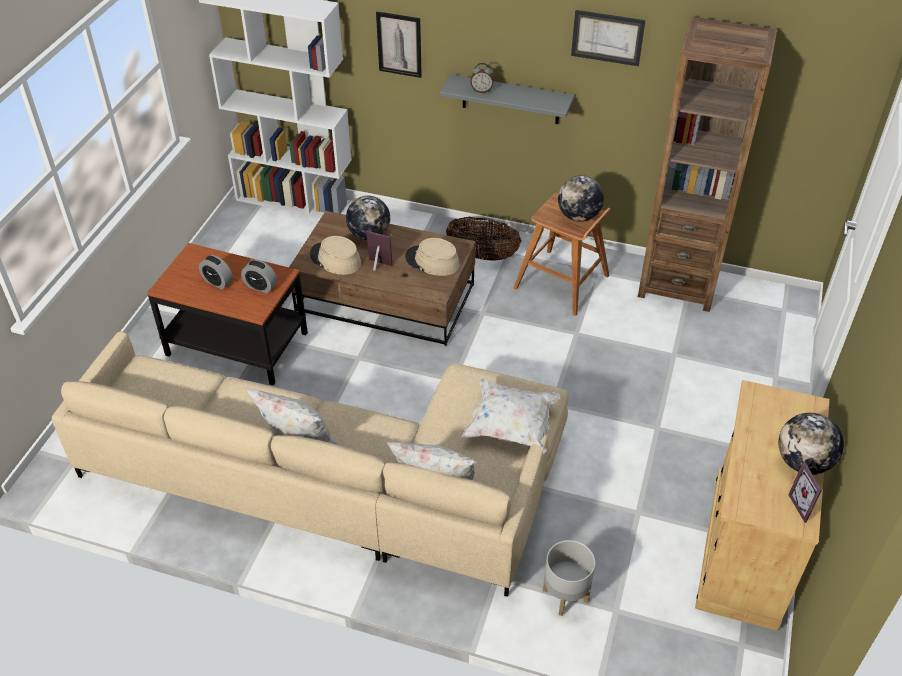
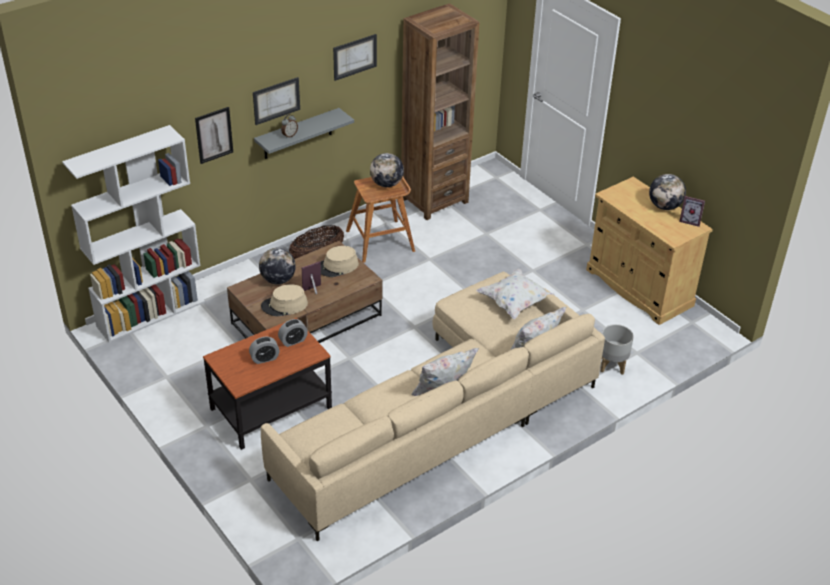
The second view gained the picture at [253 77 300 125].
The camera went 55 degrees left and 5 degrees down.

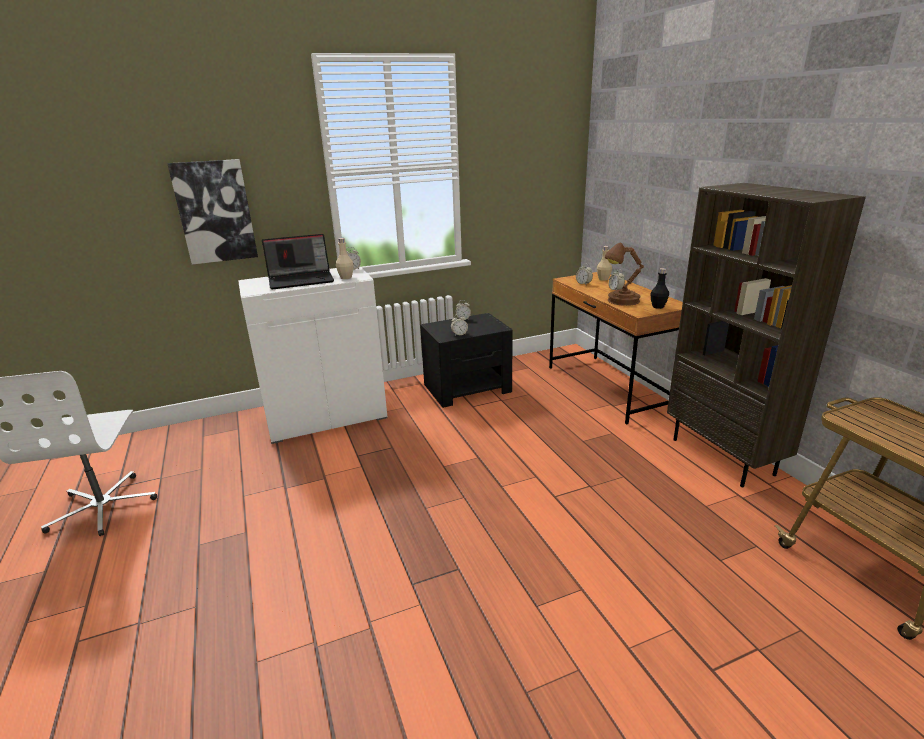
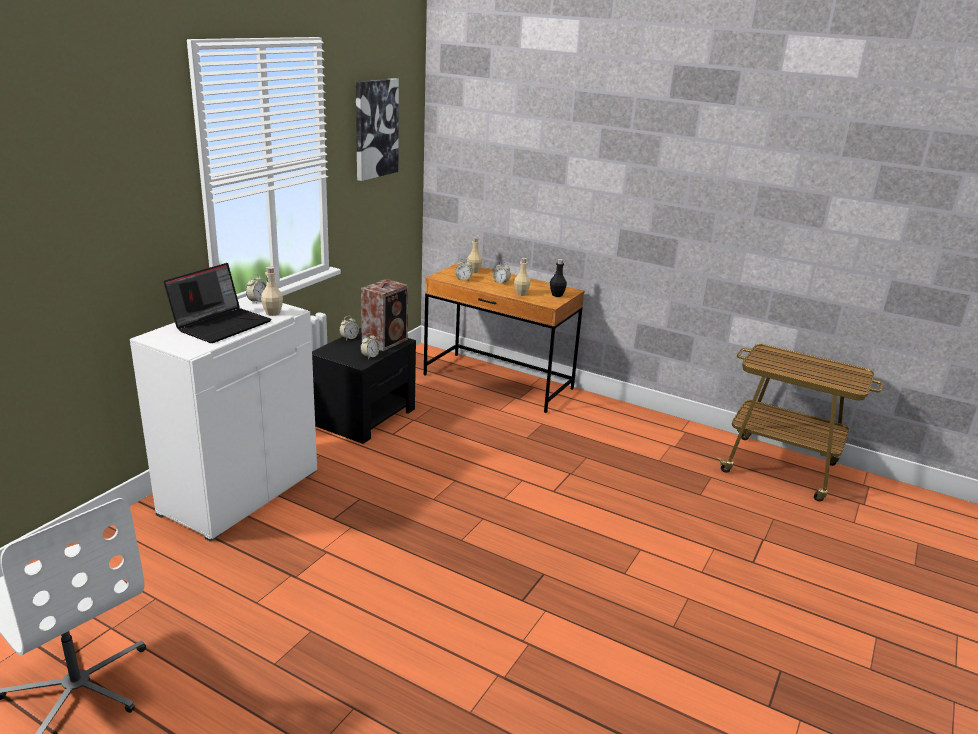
The picture ended up elsewhere, having gone from [168 159 258 265] to [356 78 399 181].
Where the brown table lamp stood at [605 243 644 306], the beige bottle came to stand at [514 258 531 296].
The second view lost the brown bookcase at [667 183 866 487].
The second view gained the speaker at [361 279 408 351].
The camera went 40 degrees left and 0 degrees up.

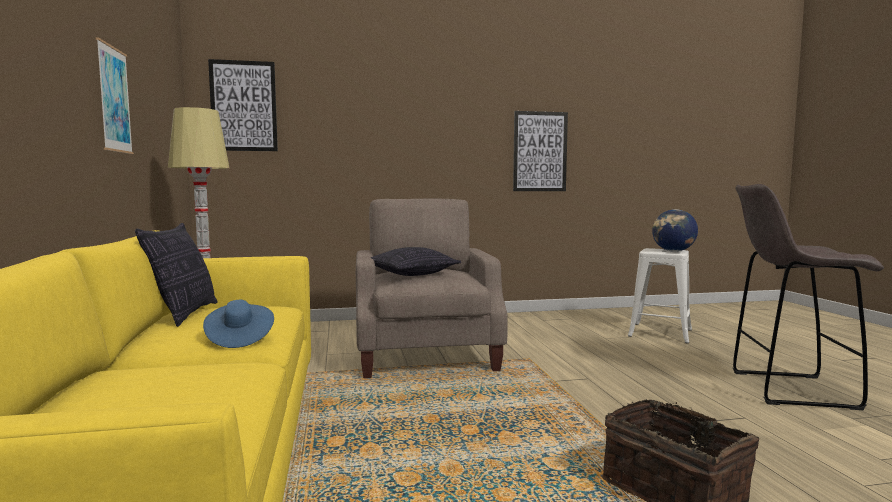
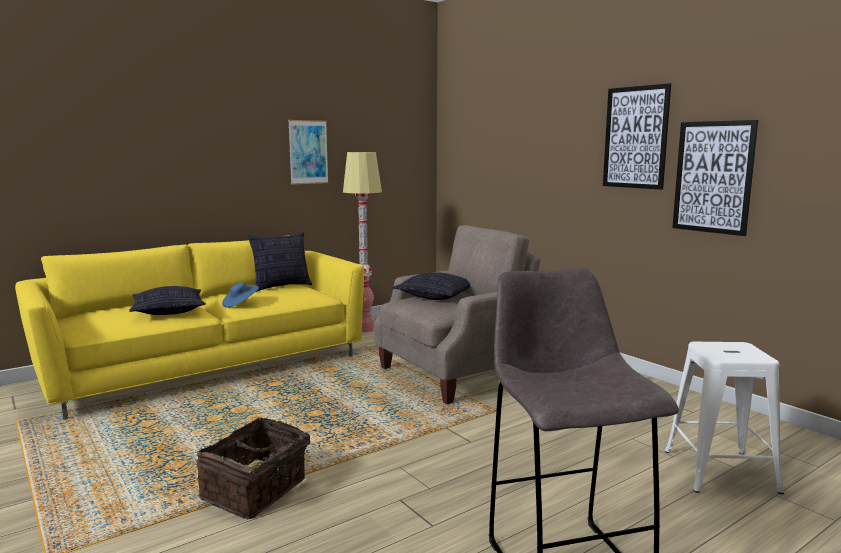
The picture ended up elsewhere, having gone from [208 59 278 151] to [603 83 671 190].
The second view lost the globe at [652 209 698 252].
The second view gained the pillow at [129 286 206 315].
The camera went 65 degrees right and 5 degrees up.

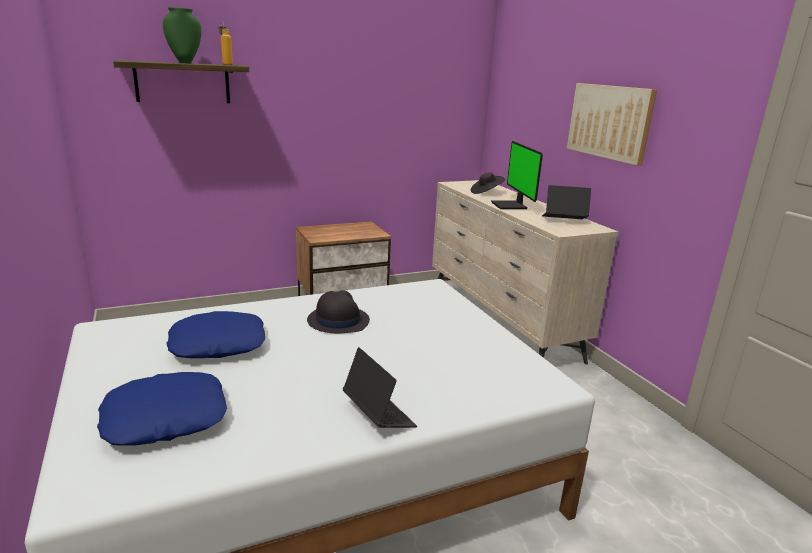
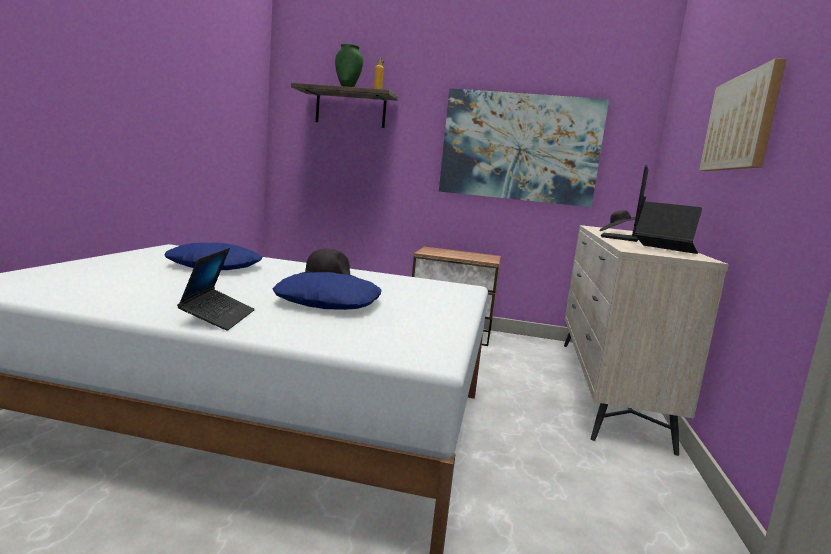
The blue pillow ended up elsewhere, having gone from [97 372 227 445] to [272 272 382 310].
The second view gained the picture at [439 88 609 207].
The camera went 35 degrees right and 10 degrees down.

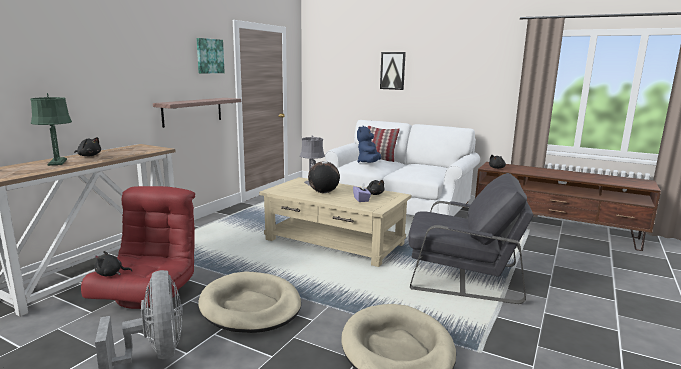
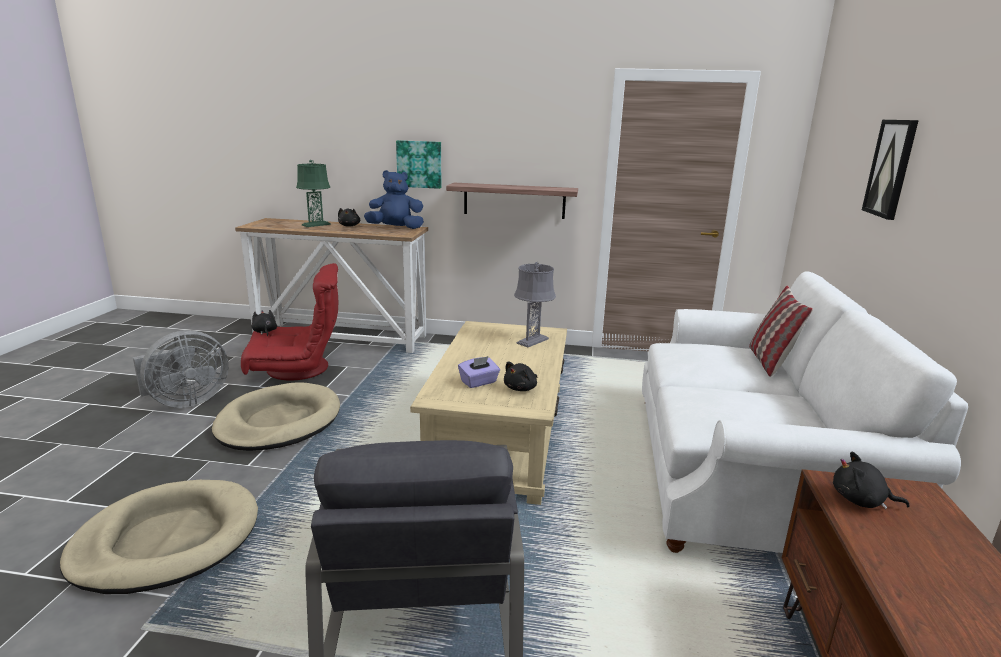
The picture ended up elsewhere, having gone from [196 38 225 73] to [396 140 441 189].
The second view lost the globe at [308 161 340 193].
The blue plush toy ended up elsewhere, having gone from [357 126 381 163] to [364 170 424 229].
The camera went 70 degrees right and 5 degrees up.

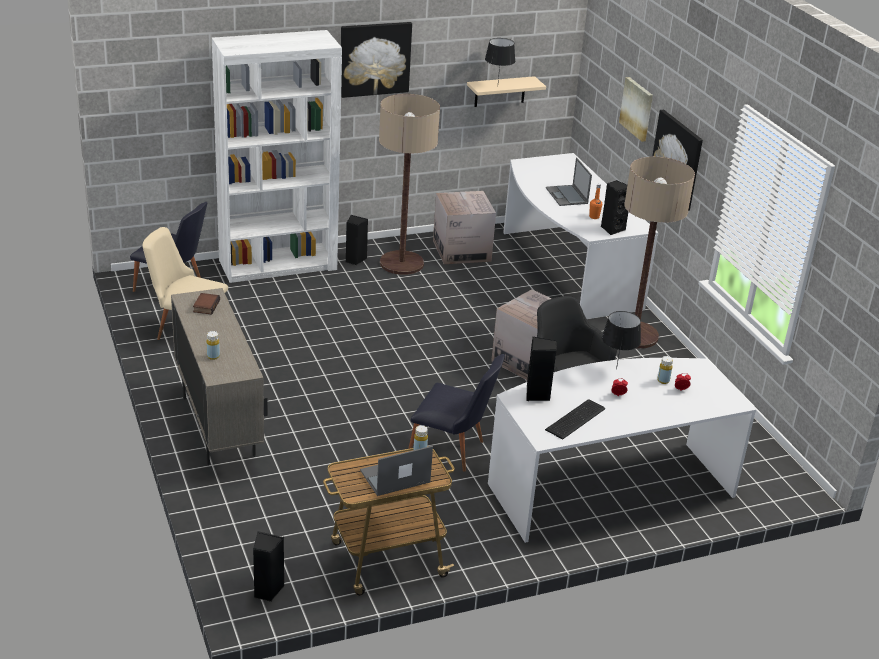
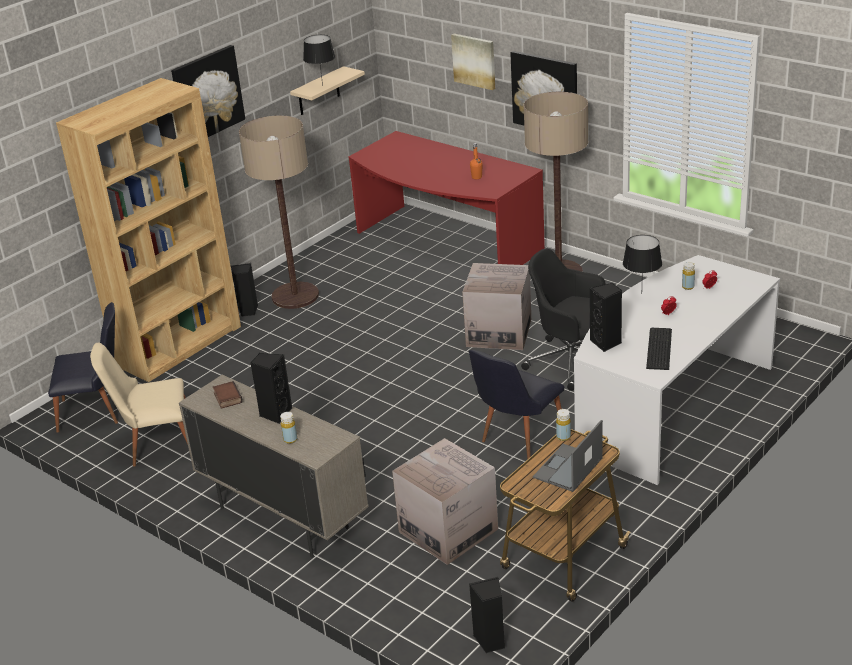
What was the white bookcase at [212 30 342 283] turned into the brown bookcase at [56 78 241 382].
The black chair at [408 354 505 471] ended up facing another way, 135 degrees clockwise from before.
The cardboard box ended up elsewhere, having gone from [433 191 496 264] to [392 438 498 565].
What was the white desk at [503 153 659 319] turned into the red desk at [349 131 545 265].
The second view lost the laptop at [546 158 592 206].
The black speaker ended up elsewhere, having gone from [601 180 628 235] to [250 353 292 424].
The camera went 25 degrees left and 0 degrees up.

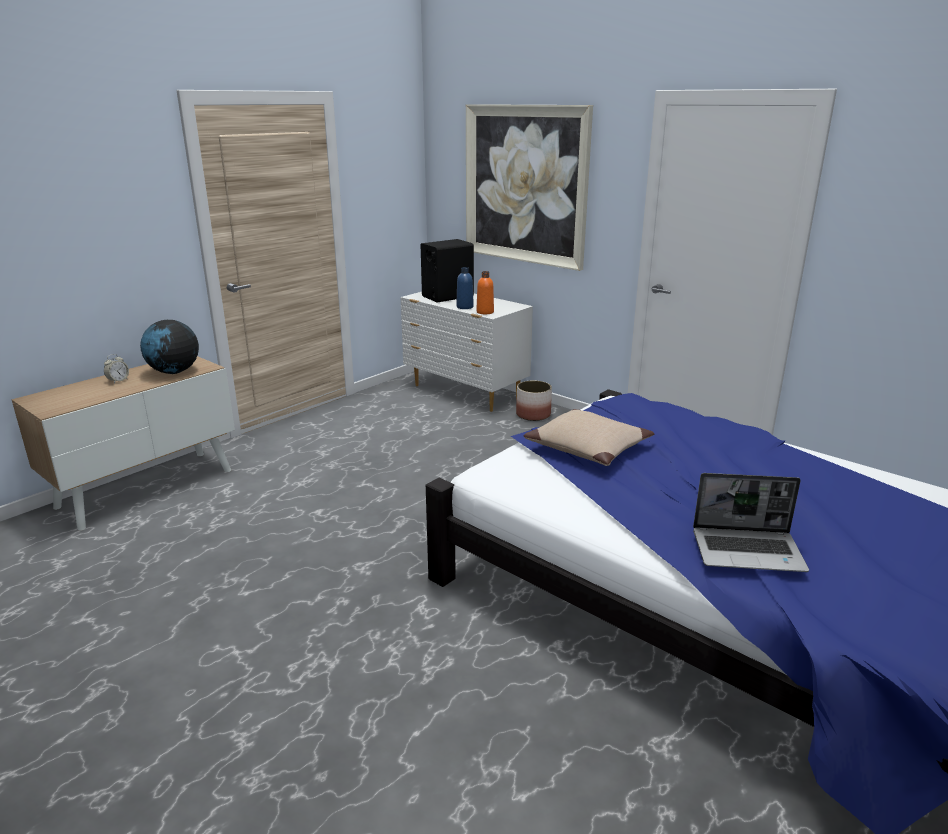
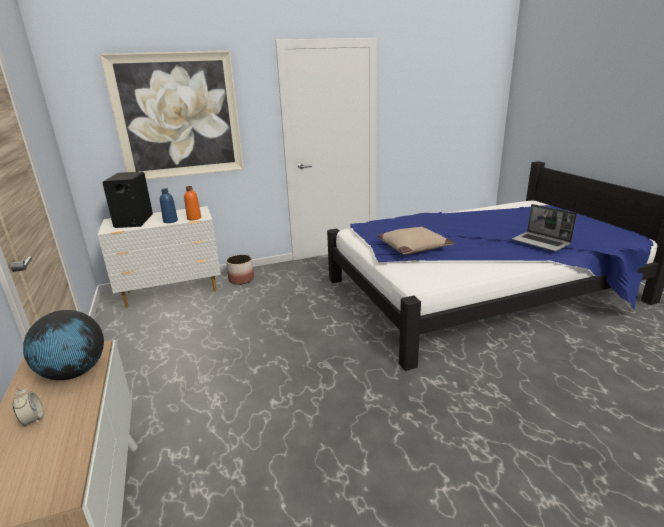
The laptop at [693 473 809 572] ended up facing another way, 105 degrees clockwise from before.
The camera went 60 degrees left and 0 degrees up.

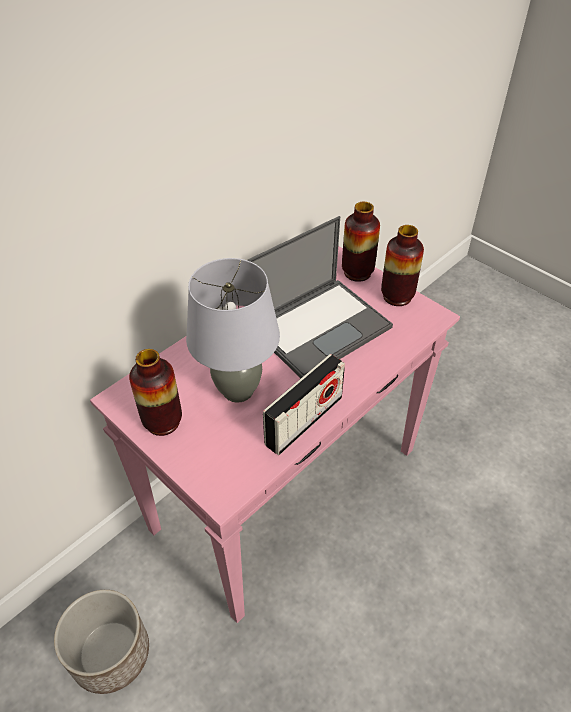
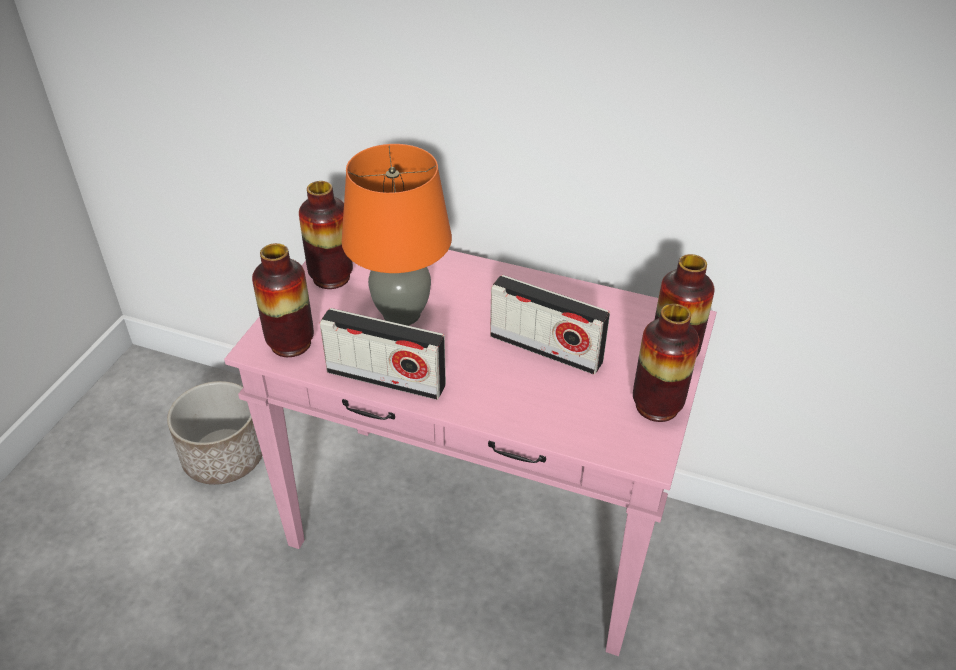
What was the grey table lamp at [186 258 280 403] turned into the orange table lamp at [341 144 452 326].
Where the laptop stood at [248 216 393 378], the radio came to stand at [490 275 610 375].
The second view gained the vase at [252 243 314 357].
The camera went 65 degrees right and 5 degrees down.

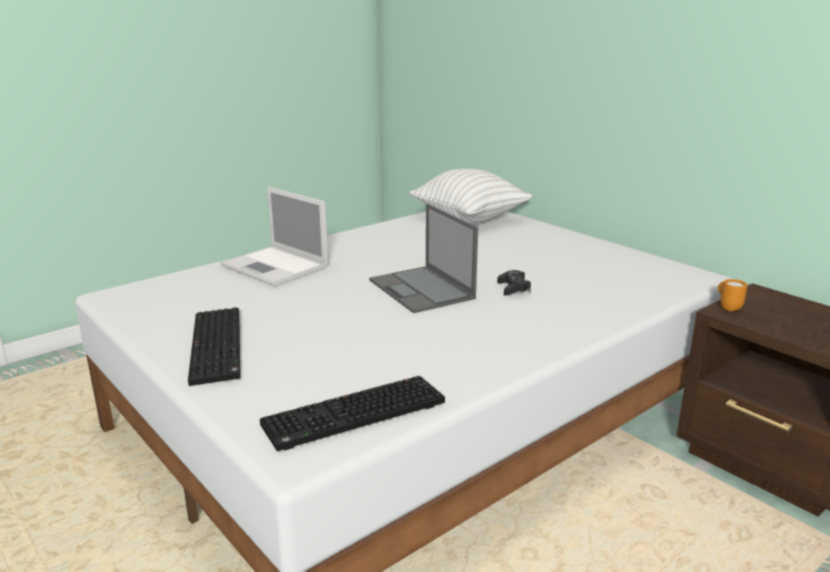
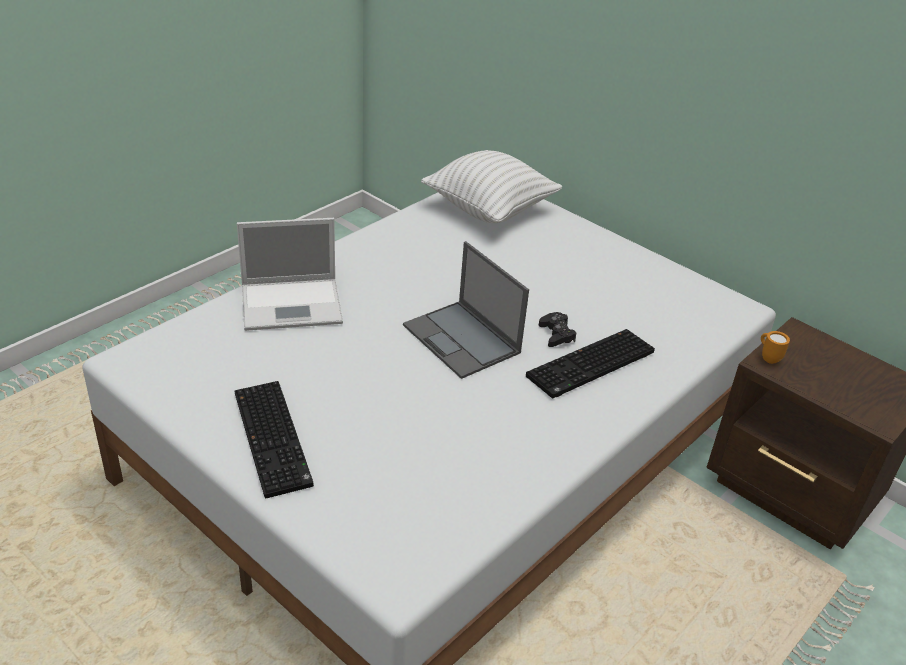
The laptop at [220 187 328 287] ended up facing another way, 45 degrees counterclockwise from before.
The keyboard ended up elsewhere, having gone from [260 376 445 451] to [526 329 655 398].
The camera went 10 degrees left and 15 degrees up.

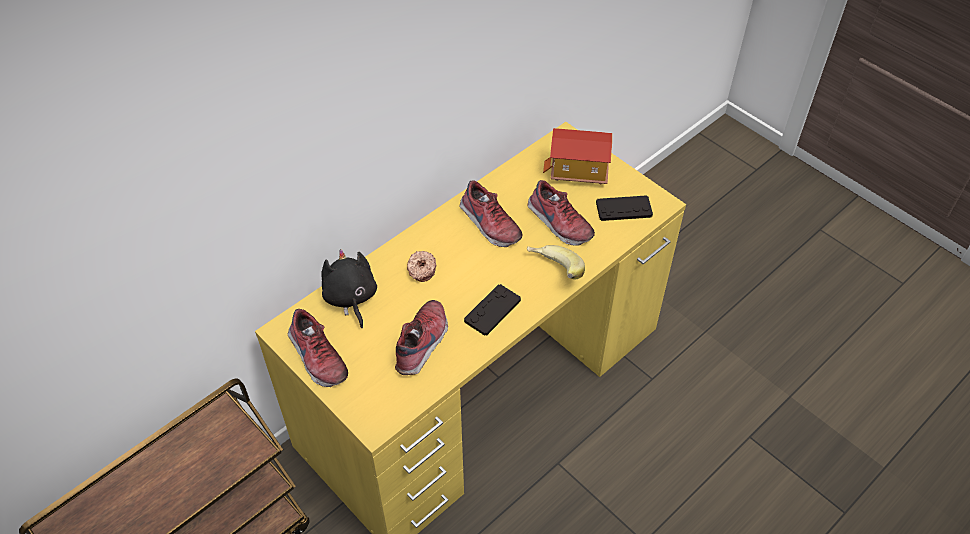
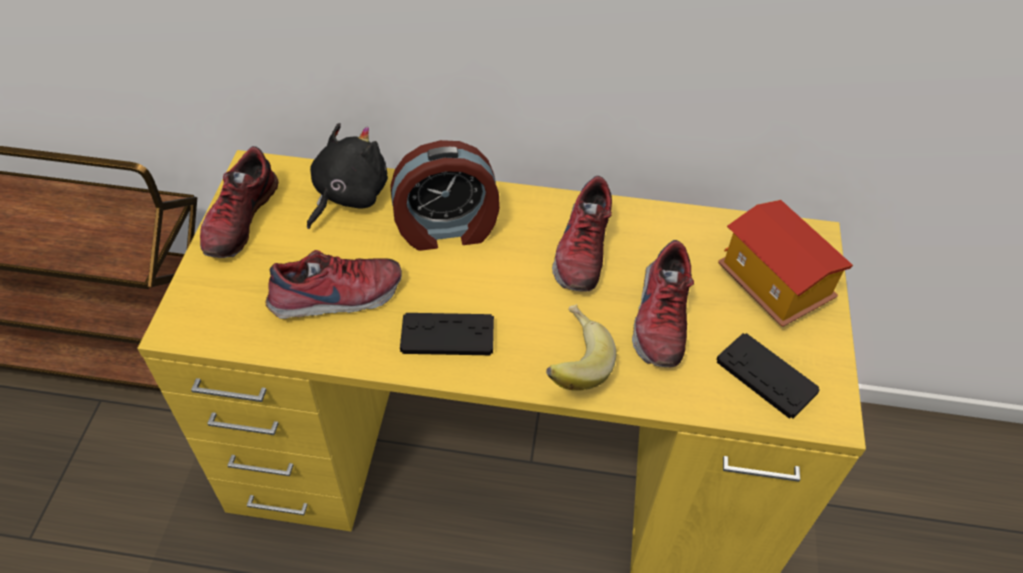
Where the donut stood at [407 251 437 282], the alarm clock came to stand at [390 140 500 251].
The camera went 50 degrees right and 0 degrees up.

